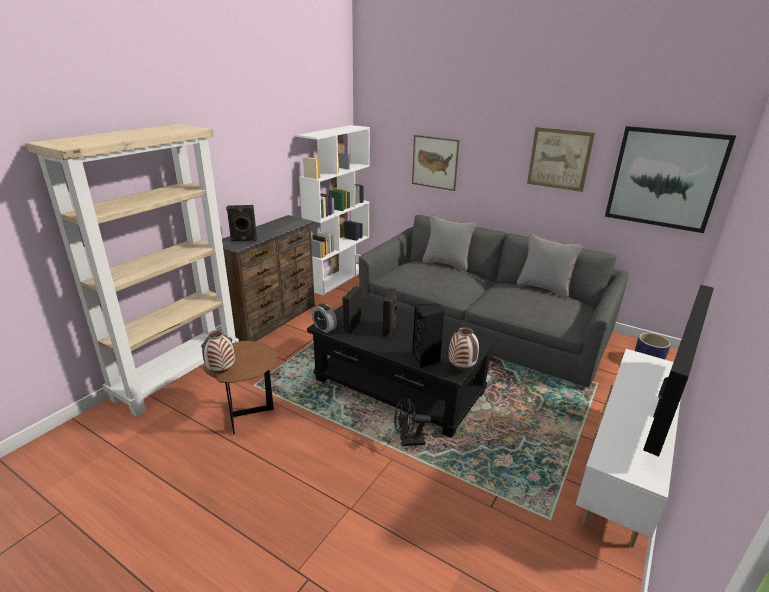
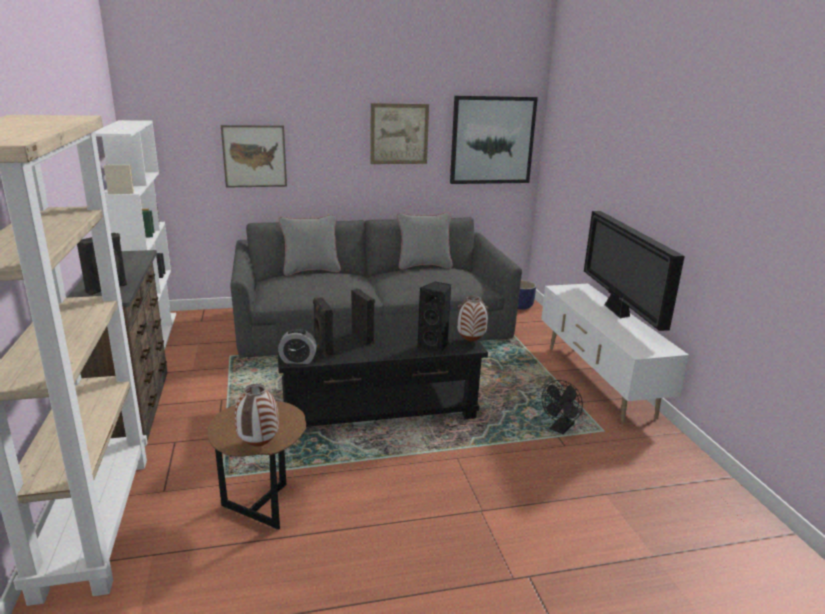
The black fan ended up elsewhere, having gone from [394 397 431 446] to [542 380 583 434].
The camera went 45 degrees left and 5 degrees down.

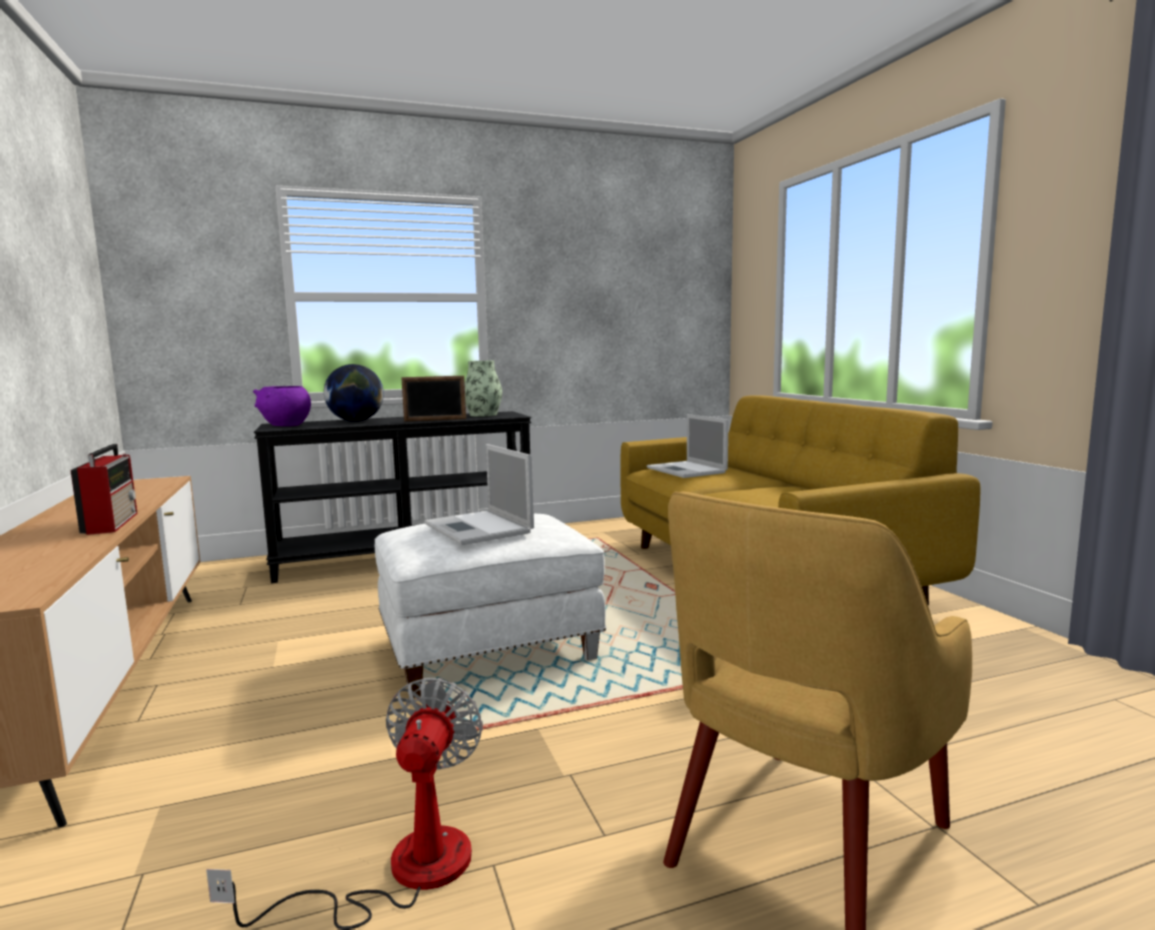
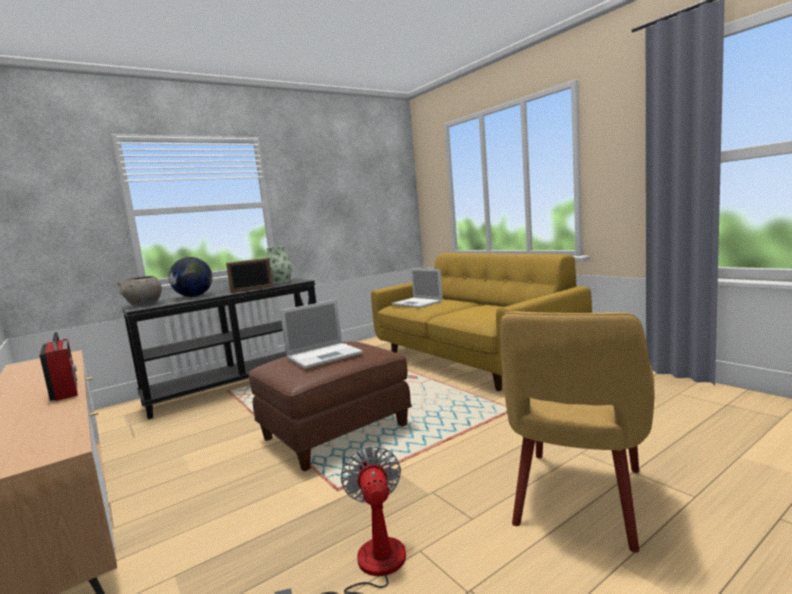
What was the purple bowl at [253 386 311 426] turned into the grey bowl at [117 276 162 306].
What was the white ottoman at [375 514 606 698] turned into the brown ottoman at [248 341 412 472].
The laptop at [424 444 534 545] ended up facing another way, 75 degrees counterclockwise from before.
The camera went 15 degrees left and 0 degrees up.

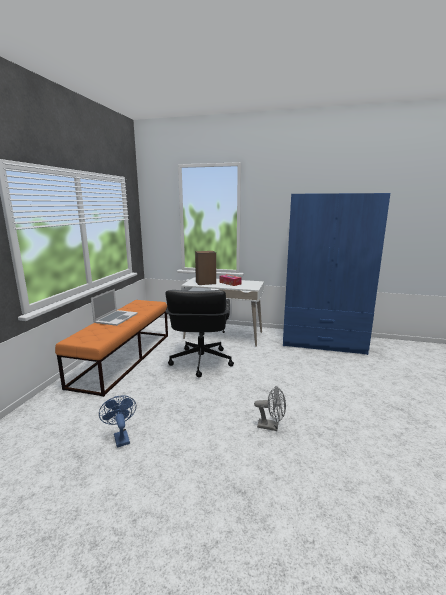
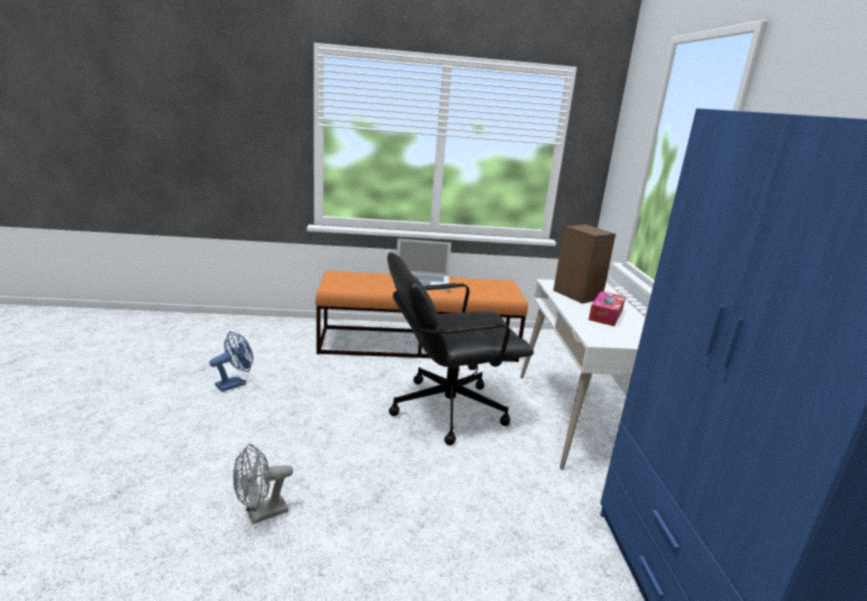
The grey fan at [254 386 286 431] ended up facing another way, 60 degrees clockwise from before.
The camera went 70 degrees right and 5 degrees up.

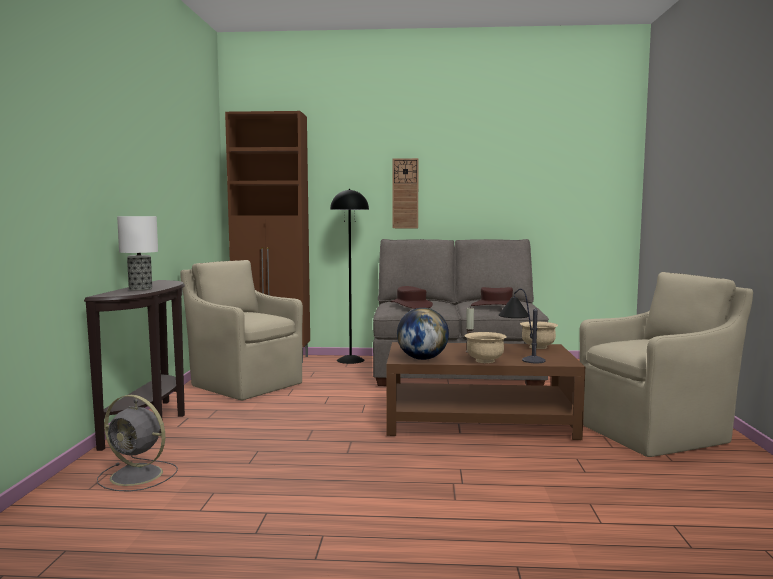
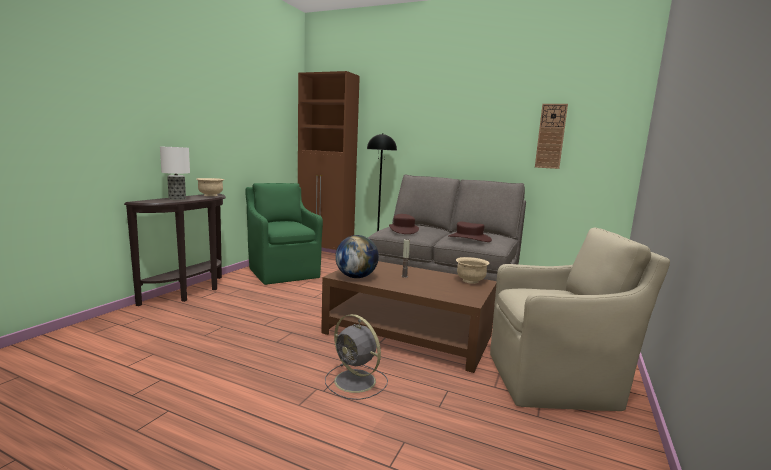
The grey fan ended up elsewhere, having gone from [97 395 178 492] to [325 314 388 400].
What was the beige armchair at [180 260 303 400] turned into the green armchair at [246 183 323 285].
The wall clock ended up elsewhere, having gone from [392 158 419 228] to [535 104 568 169].
The beige bowl ended up elsewhere, having gone from [464 332 507 363] to [197 178 224 196].
The second view lost the table lamp at [499 289 546 364].
The camera went 20 degrees right and 5 degrees up.

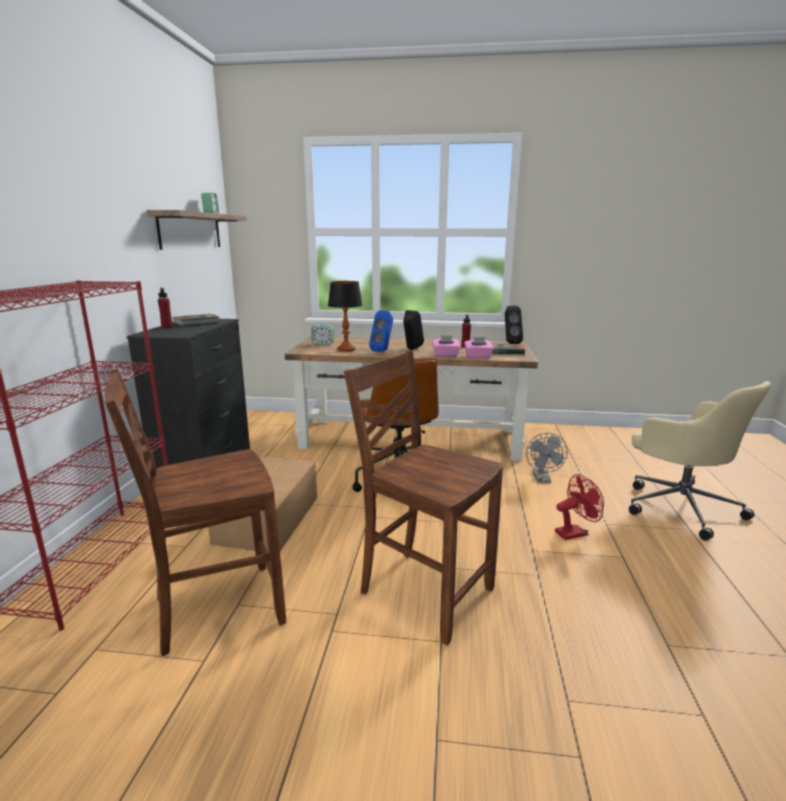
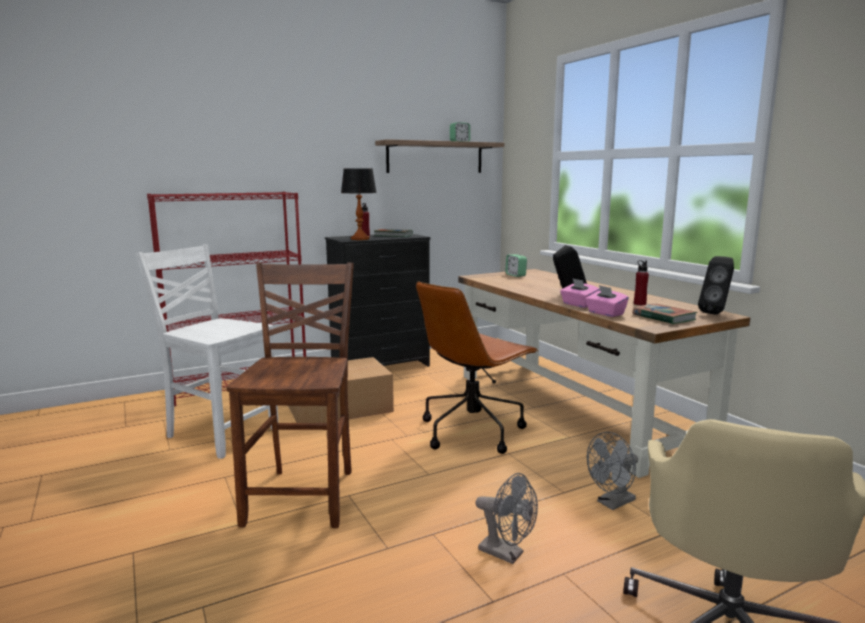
What was the brown chair at [105 369 286 656] turned into the white chair at [136 244 278 459].
The table lamp ended up elsewhere, having gone from [328 281 363 352] to [341 168 377 240].
The second view lost the blue speaker at [369 310 393 352].
What was the red fan at [555 474 604 540] turned into the grey fan at [475 473 538 564].
The camera went 55 degrees right and 5 degrees down.

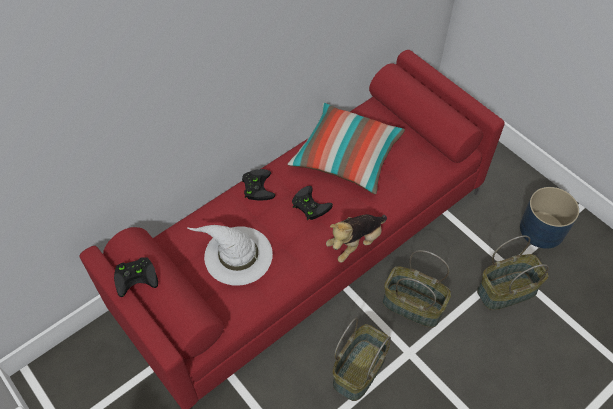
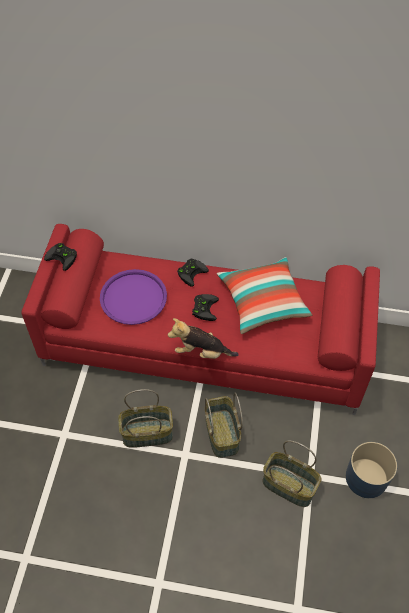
Where the white hat stood at [188 225 273 286], the purple tray came to stand at [100 269 167 325].
The camera went 50 degrees right and 0 degrees up.

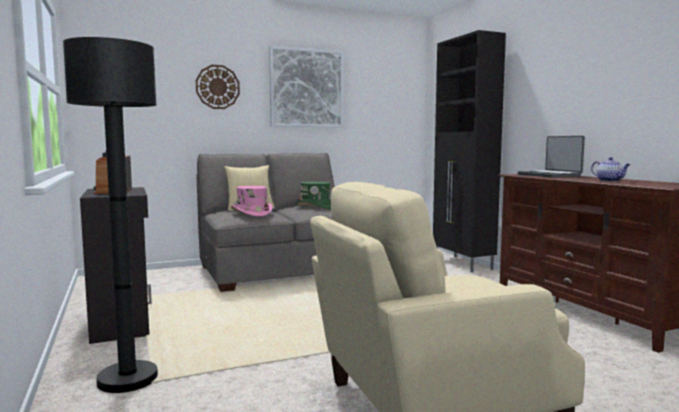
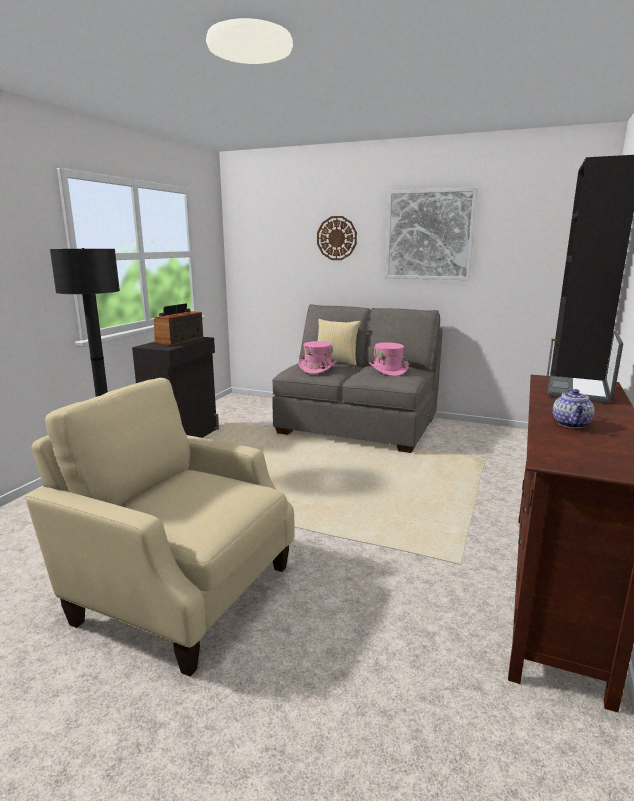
What was the green hat at [295 182 331 209] turned into the pink hat at [369 342 409 376].
The camera went 45 degrees right and 10 degrees up.

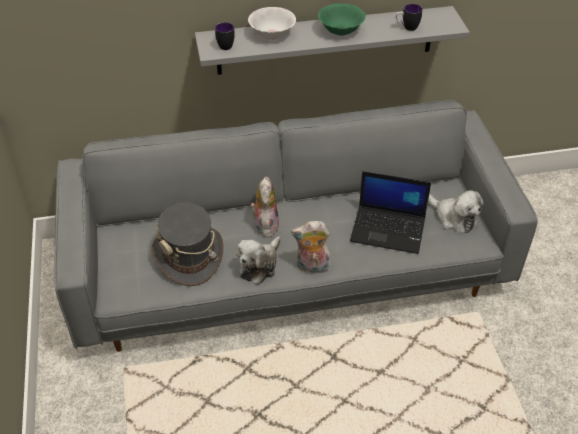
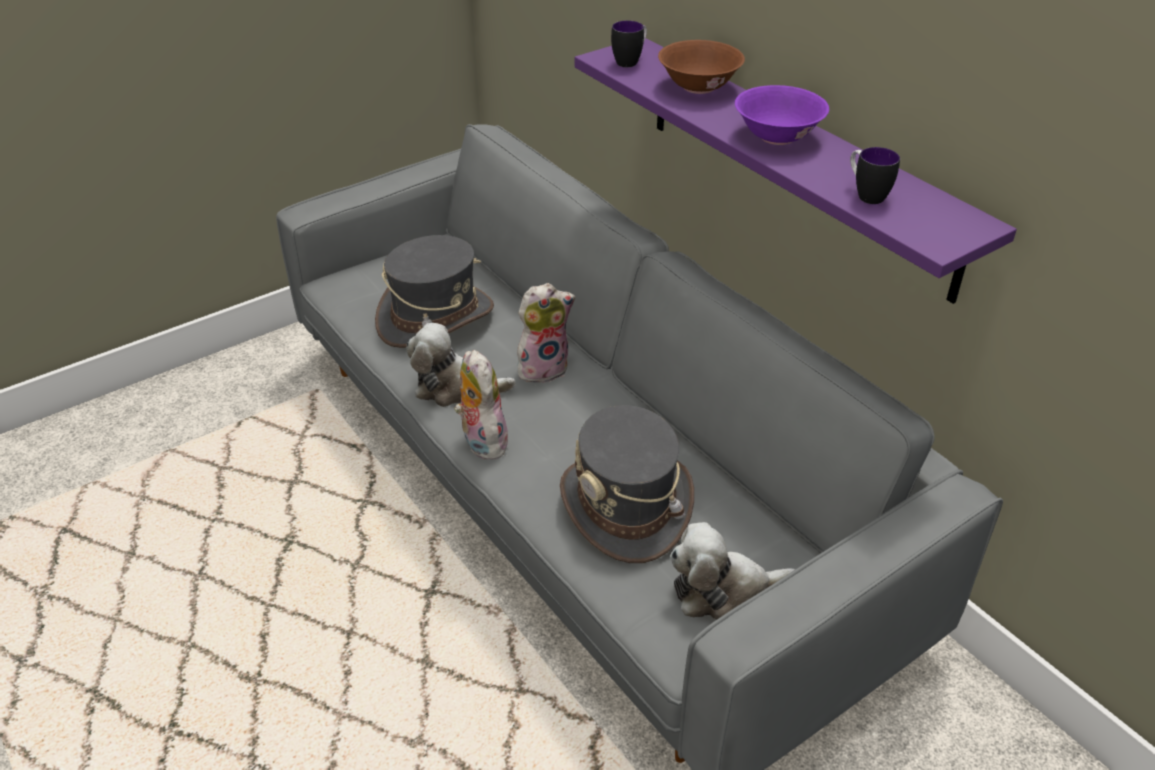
What was the grey shelf at [195 6 470 75] turned into the purple shelf at [575 38 1017 304].
What was the white bowl at [248 7 296 40] turned into the brown bowl at [658 40 745 94].
What was the green bowl at [318 3 366 36] turned into the purple bowl at [735 85 829 145].
Where the laptop stood at [350 171 431 254], the grey hat came to stand at [560 405 694 563].
The plush toy at [428 190 484 233] ended up facing another way, 60 degrees clockwise from before.
The camera went 65 degrees right and 5 degrees down.

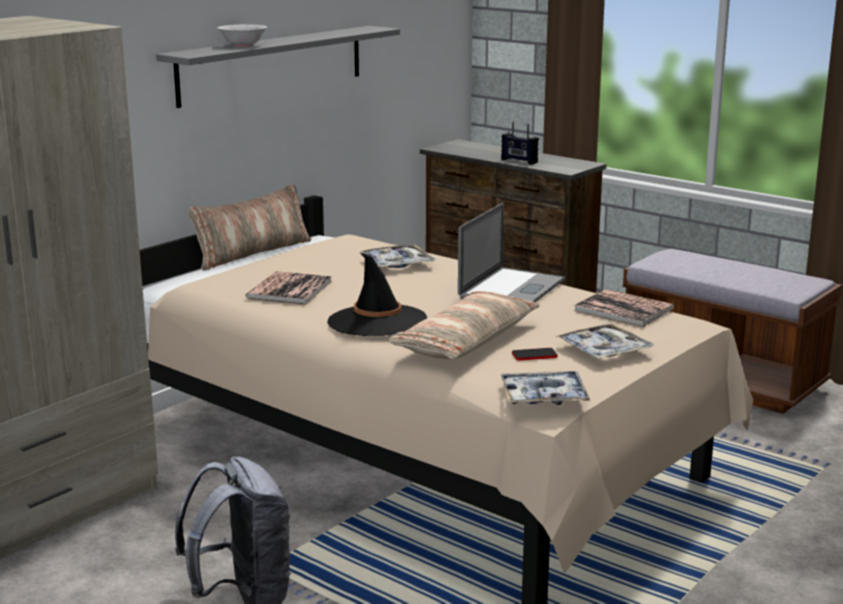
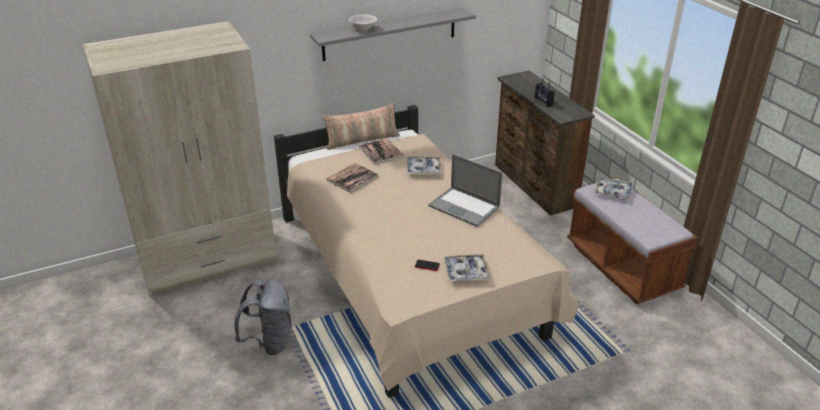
The second view lost the black hat at [327 252 427 336].
The second view lost the pillow at [389 291 540 359].
The laptop at [458 203 565 302] ended up facing another way, 75 degrees clockwise from before.
The tray ended up elsewhere, having gone from [500 371 590 405] to [594 177 634 199].
The book ended up elsewhere, having gone from [574 289 674 327] to [359 138 404 165].
The camera went 25 degrees right and 15 degrees up.

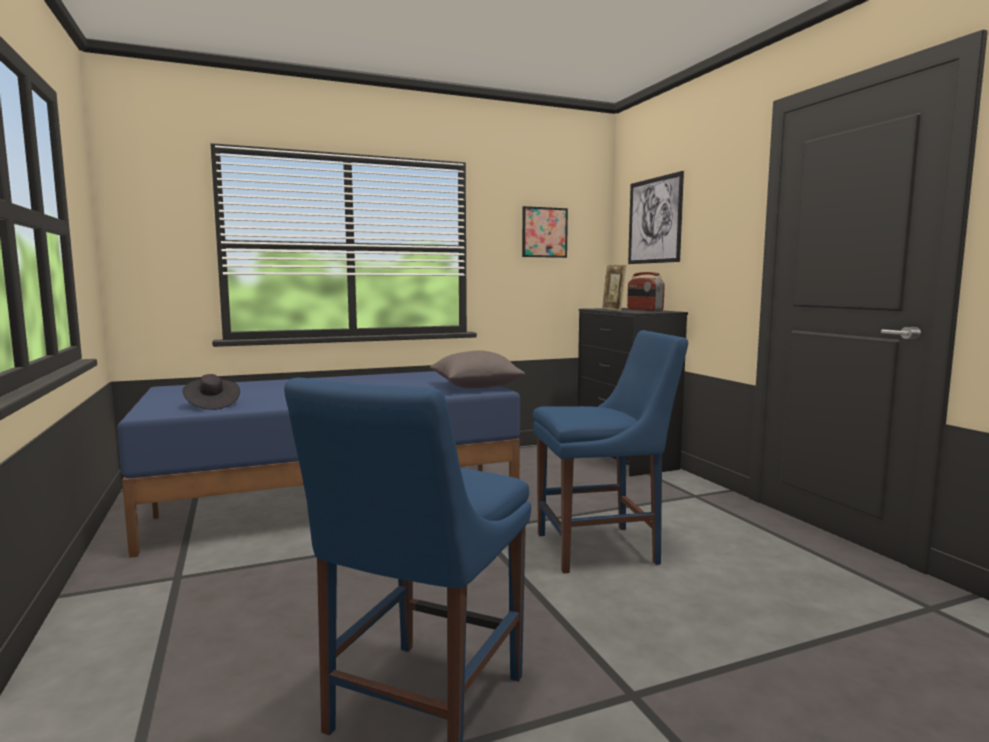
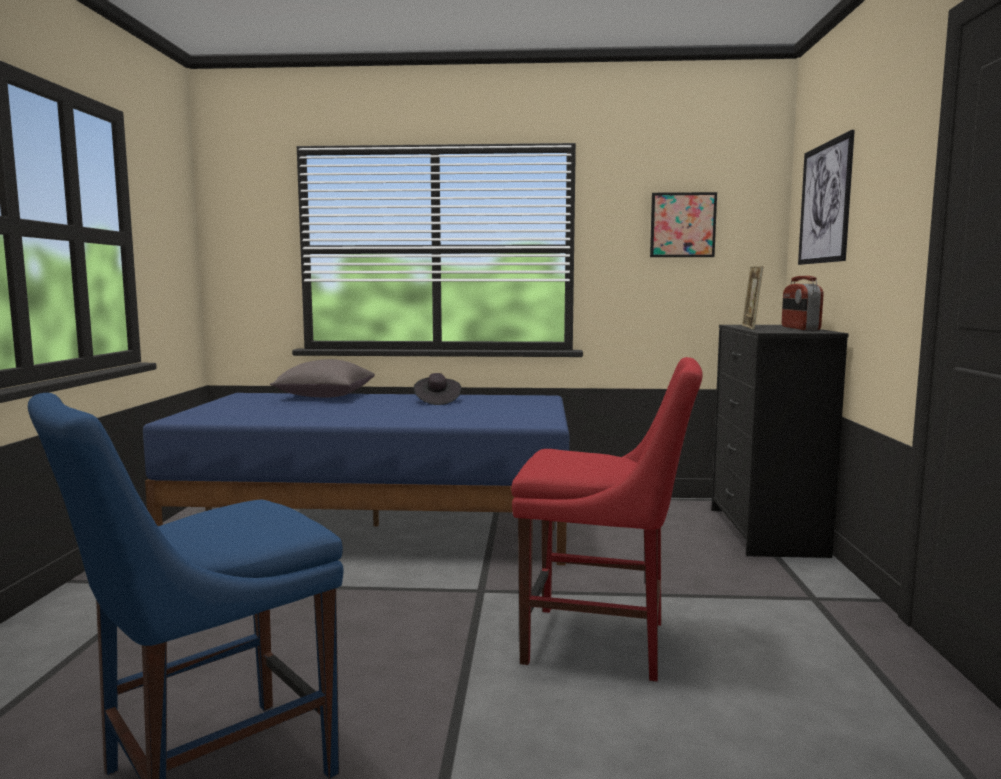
The black hat ended up elsewhere, having gone from [182 374 240 410] to [414 373 462 405].
The grey pillow ended up elsewhere, having gone from [430 350 525 388] to [270 359 375 398].
What was the blue chair at [533 330 688 574] turned into the red chair at [511 357 703 682].
The camera went 25 degrees right and 0 degrees up.

